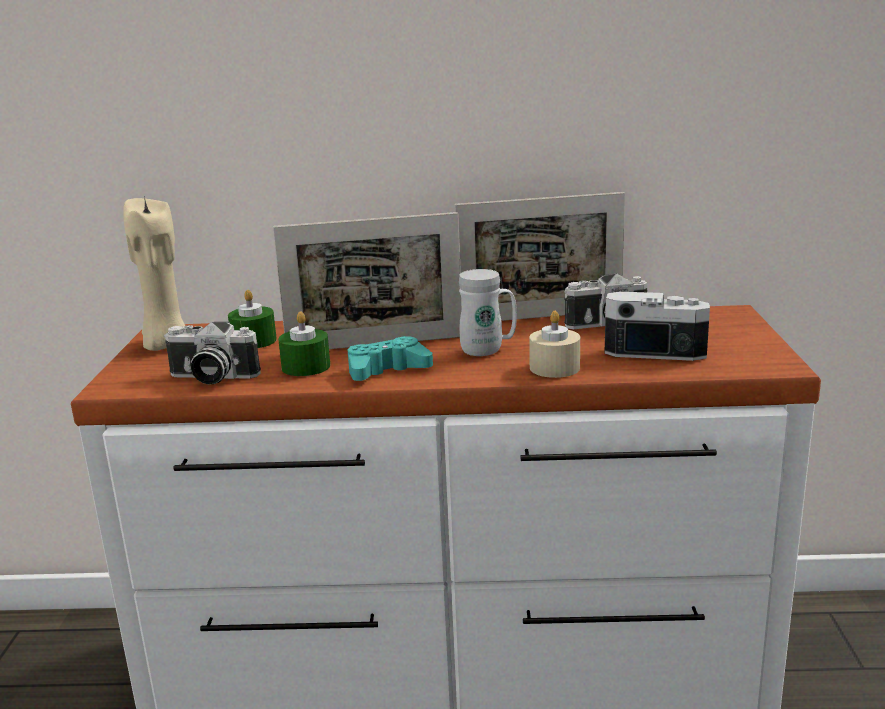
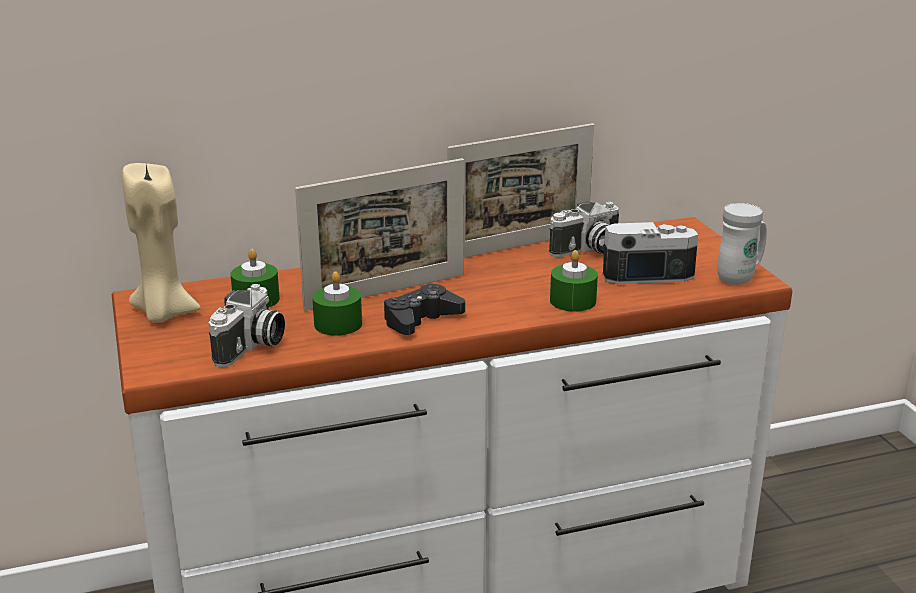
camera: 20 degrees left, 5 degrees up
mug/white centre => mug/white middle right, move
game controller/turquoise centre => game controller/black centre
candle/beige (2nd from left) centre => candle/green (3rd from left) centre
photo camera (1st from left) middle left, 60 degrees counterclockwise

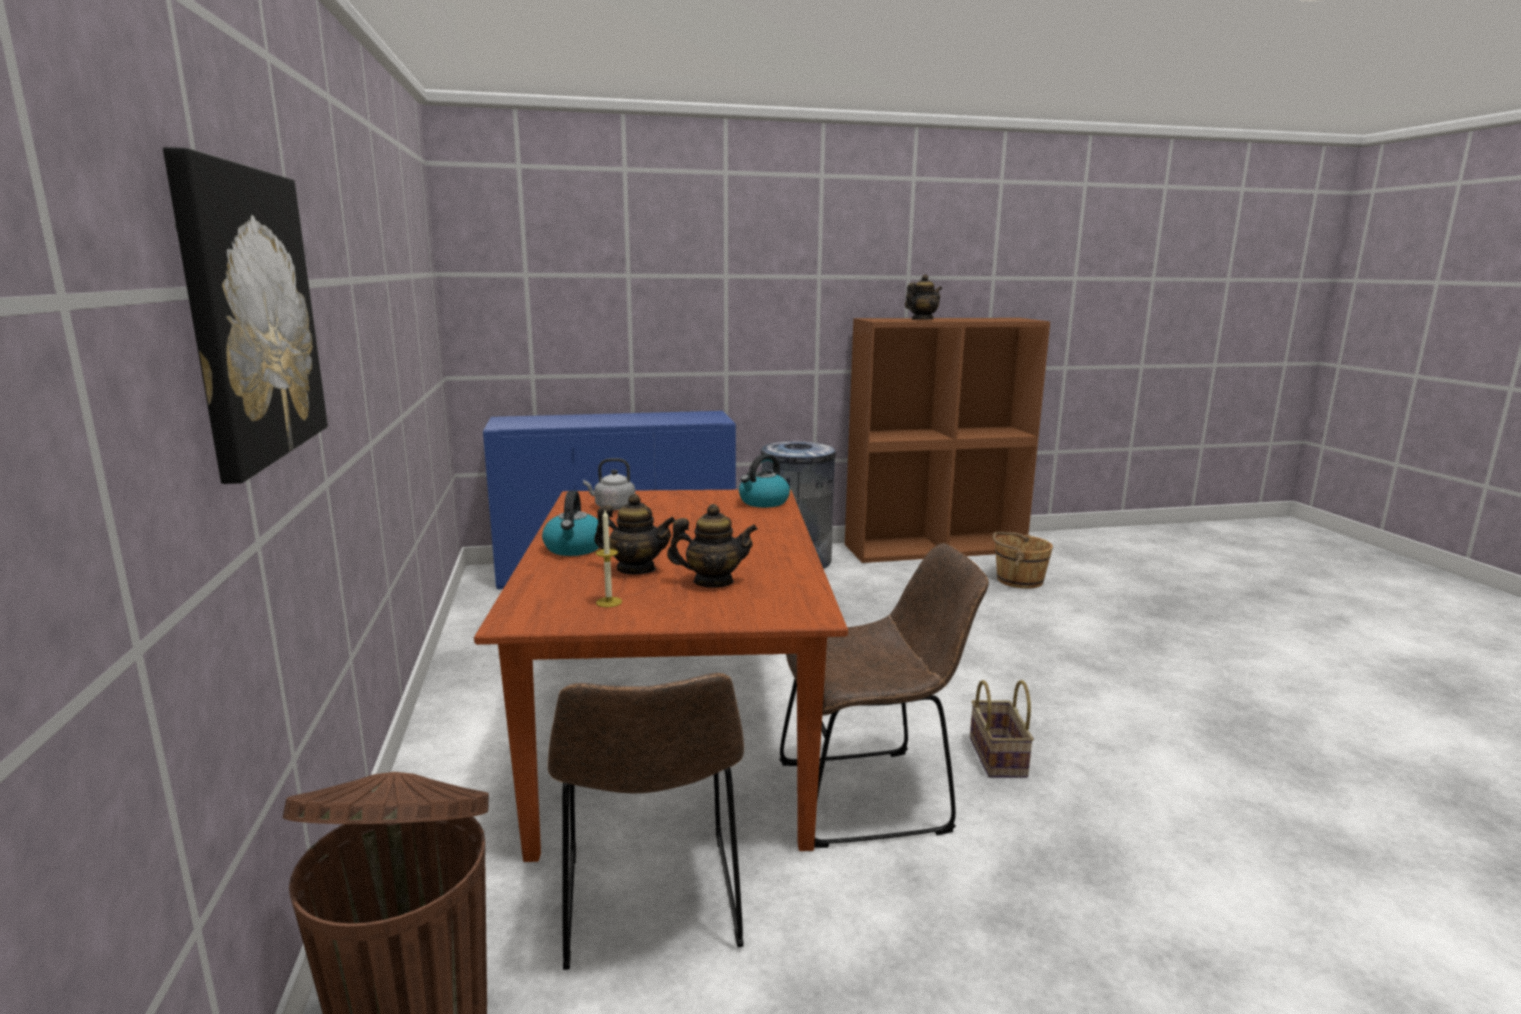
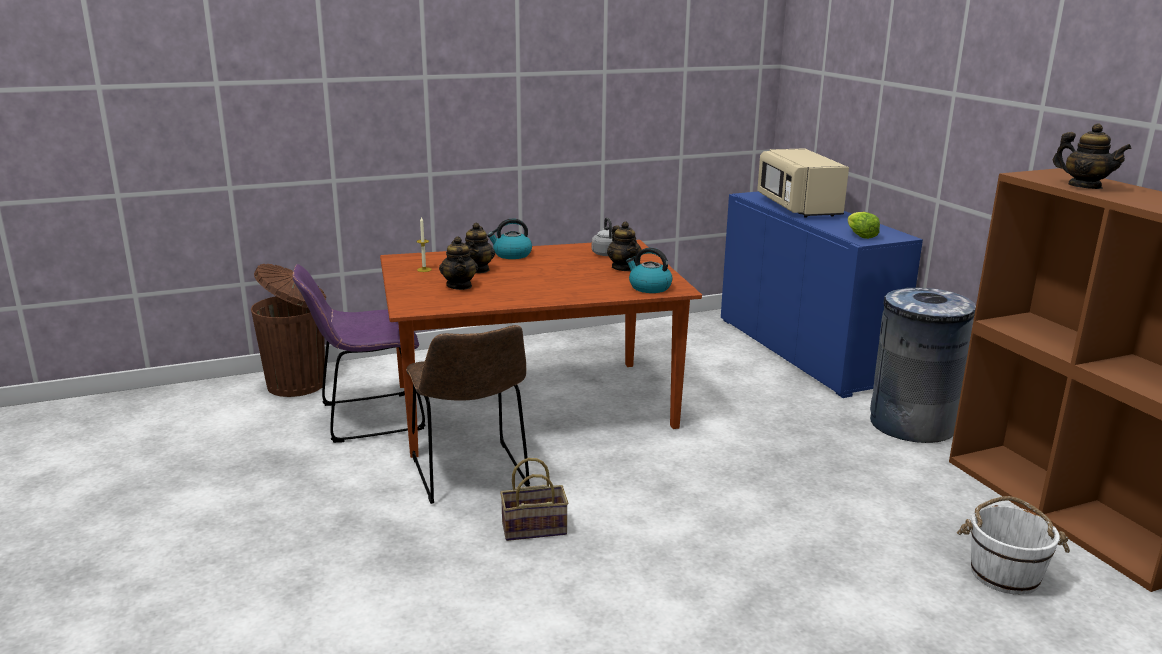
camera: 80 degrees right, 5 degrees up
picture top left => nothing
nothing => teapot (3rd from left) centre
nothing => microwave/beige top right
nothing => lettuce middle right
chair/brown (1st from left) bottom centre => chair/purple middle left
bucket/brown middle right => bucket/white bottom right

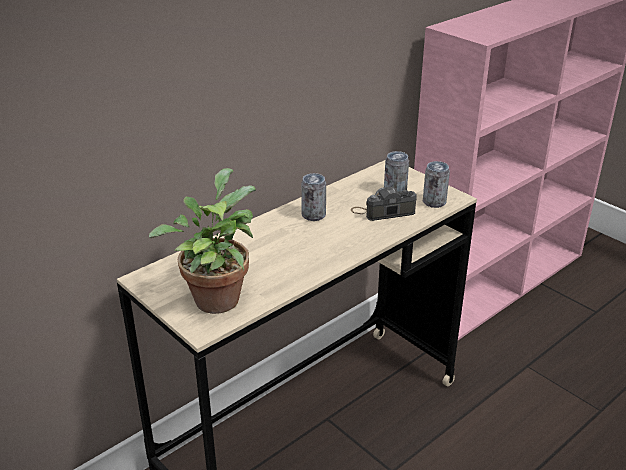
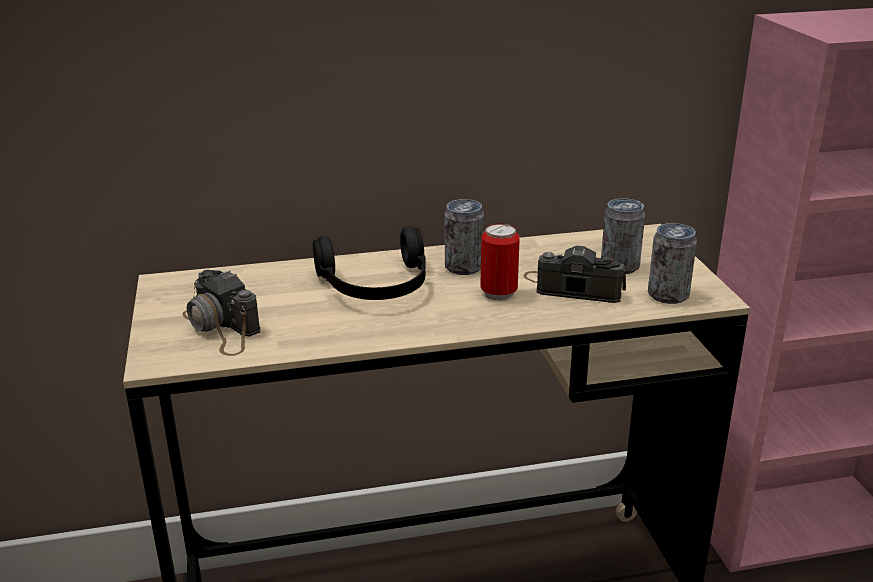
camera: 30 degrees right, 5 degrees down
nothing => headphones/black centre
nothing => can (2nd from left) centre
potted plant middle left => photo camera (1st from left) middle left

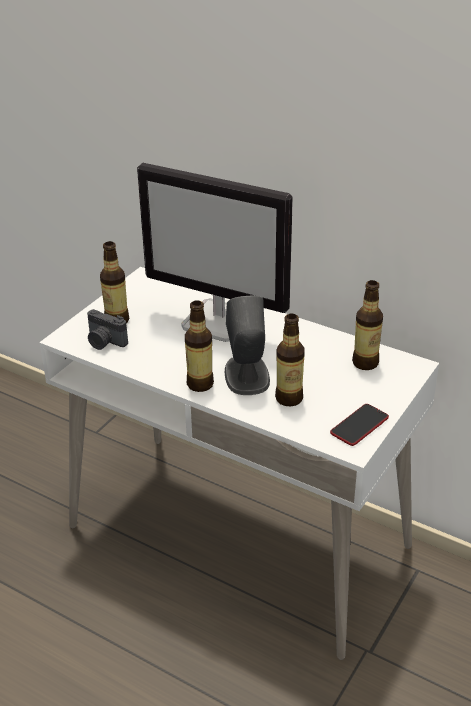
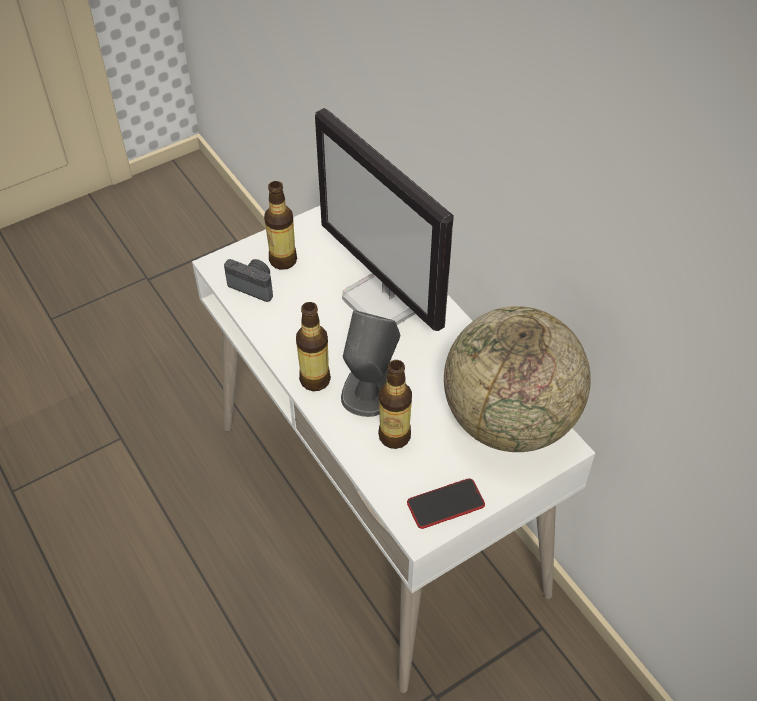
camera: 25 degrees right, 15 degrees up
bottle (4th from left) middle right => globe middle right
photo camera middle left, 150 degrees clockwise

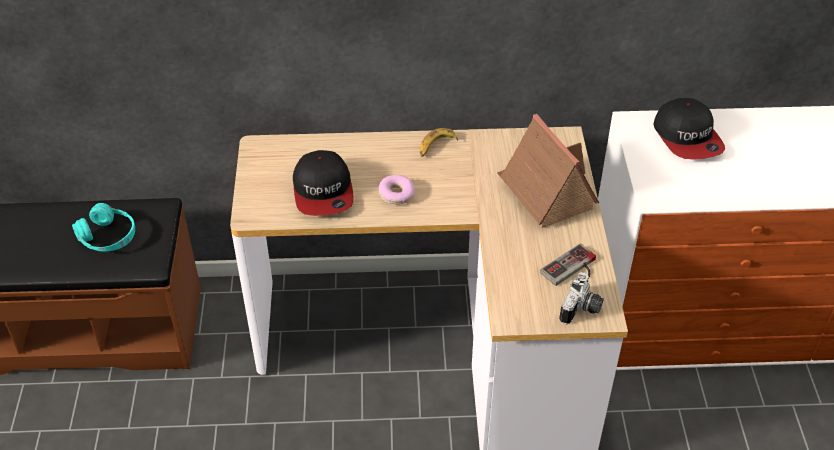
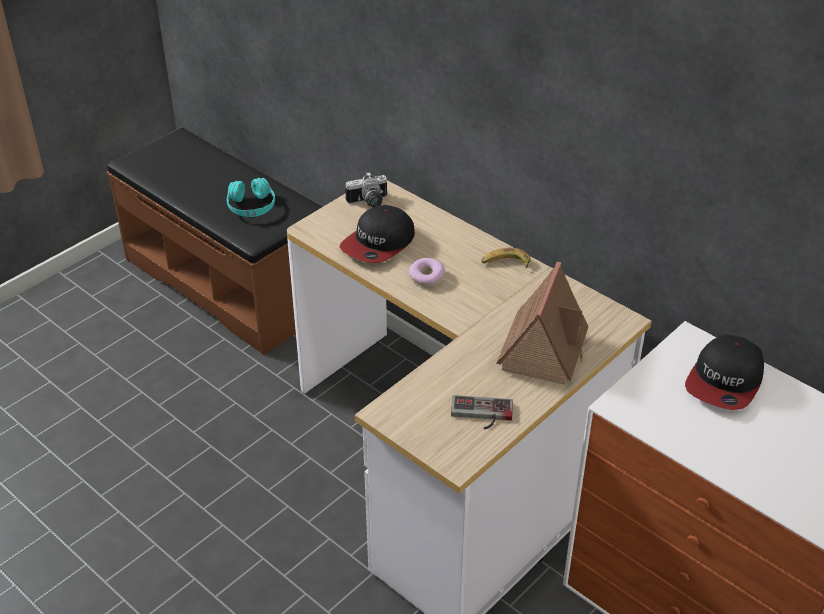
camera: 45 degrees right, 5 degrees down
photo camera middle right => photo camera top centre, move

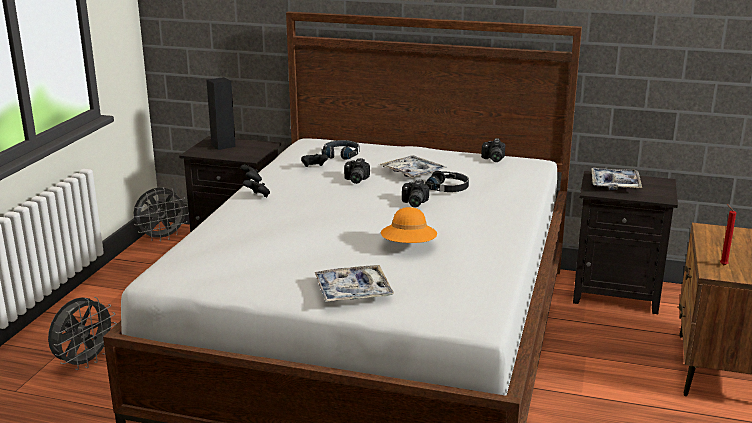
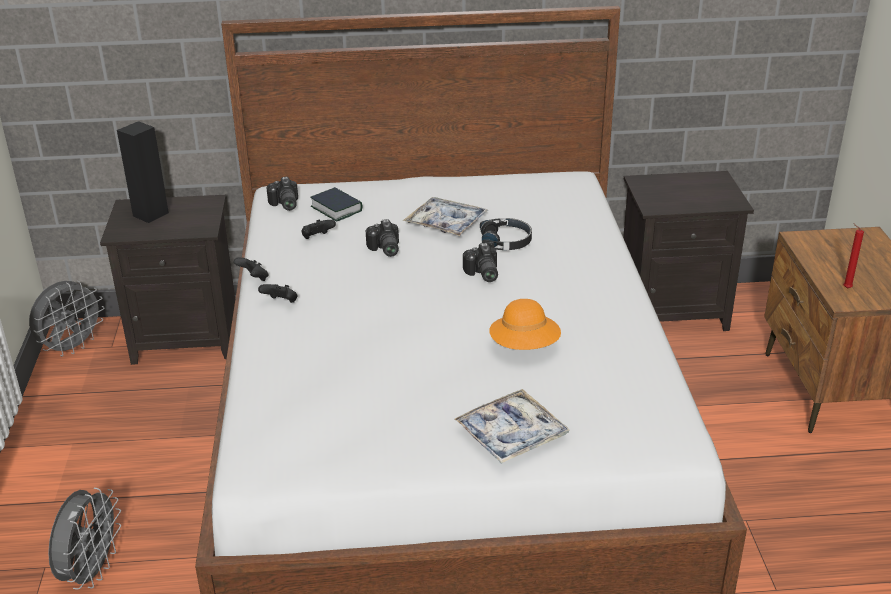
camera: 20 degrees left, 10 degrees up
tray (3rd from left) middle right => nothing
photo camera (3rd from left in the first image) centre => photo camera (1st from left) top left, move
headphones/black (1st from left) centre => book centre

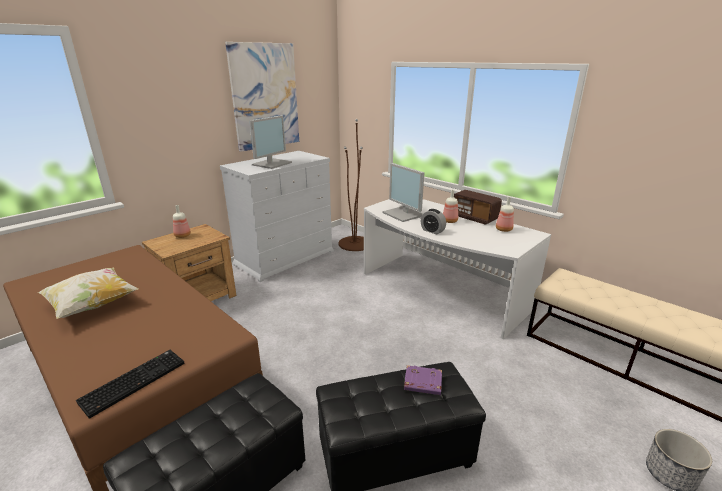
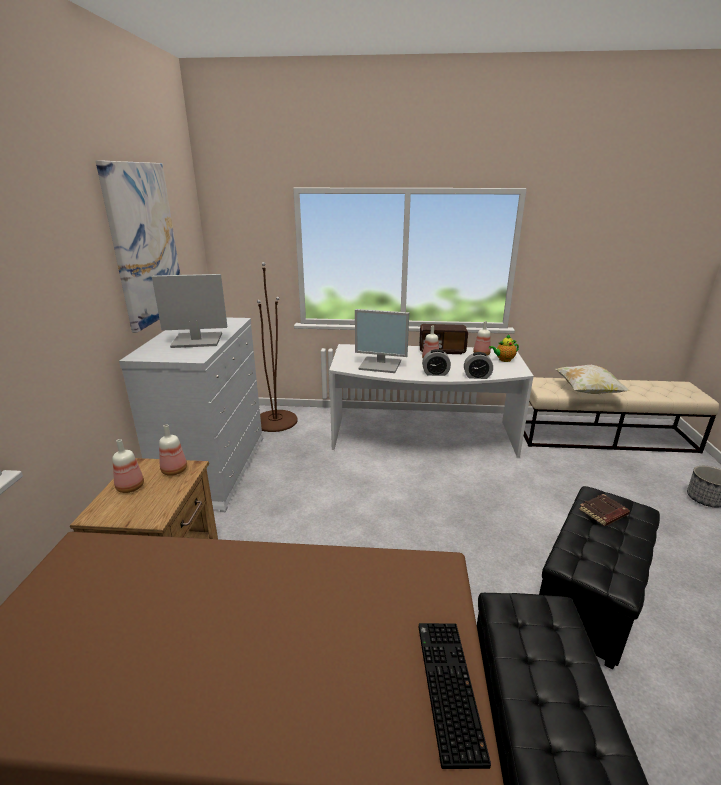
camera: 40 degrees left, 0 degrees up
nothing => bottle (2nd from left) middle left
nothing => alarm clock (2nd from left) centre
nothing => teapot middle right
pillow middle left => pillow middle right, move
book/purple bottom centre => book/brown middle right
monitor (1st from left) top centre => monitor (1st from left) middle left, 90 degrees counterclockwise

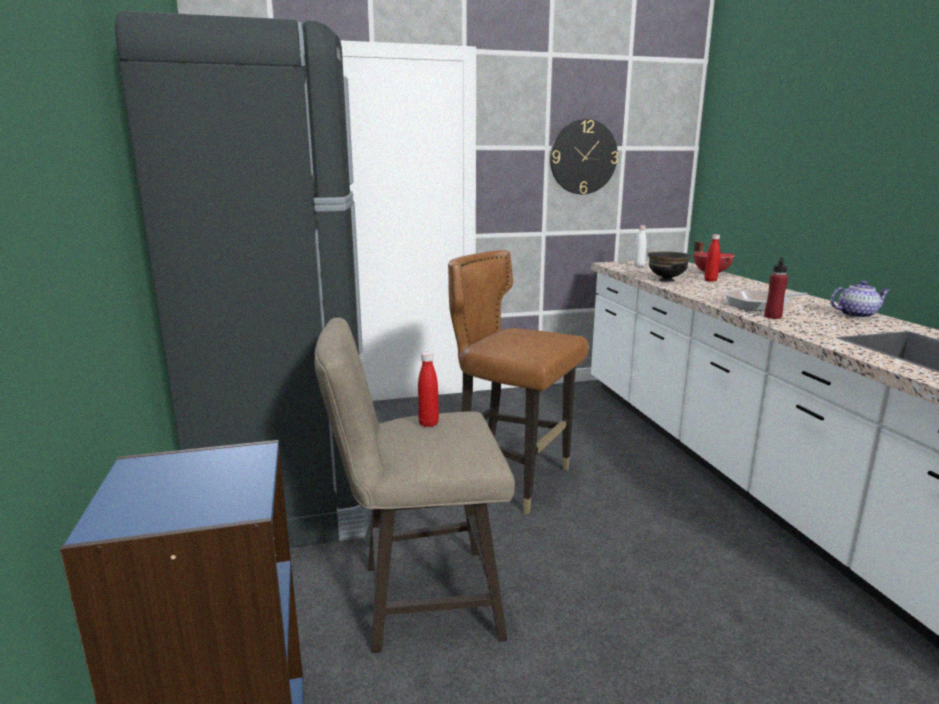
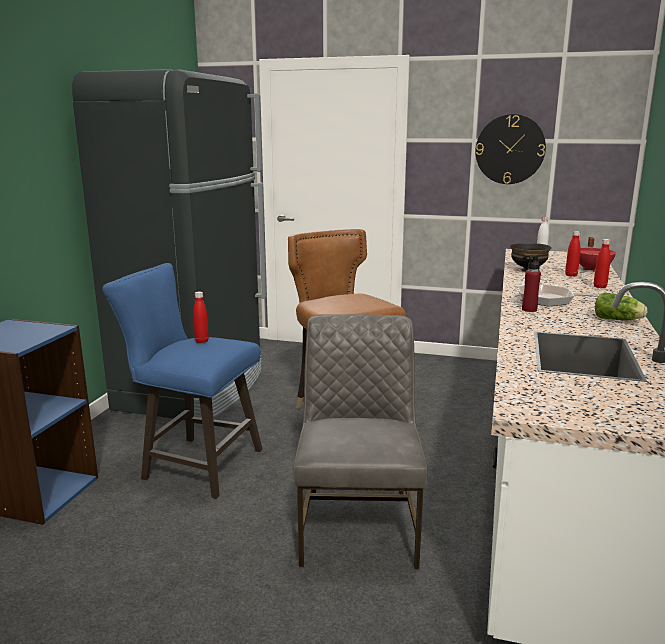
camera: 30 degrees right, 0 degrees up
nothing => chair/grey bottom centre
nothing => bottle/red (4th from left) middle right
teapot middle right => lettuce middle right
stool/beige bottom centre => stool/blue middle left

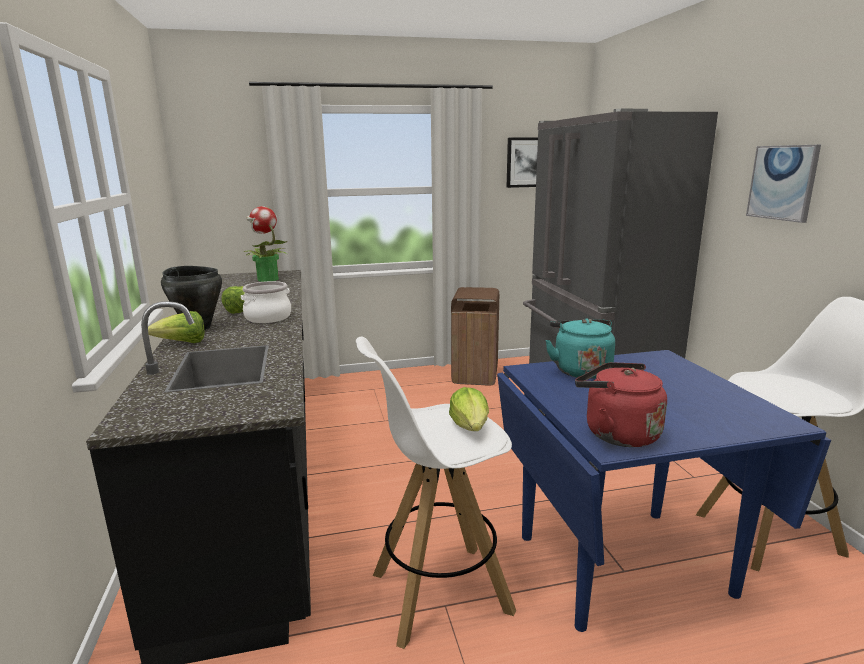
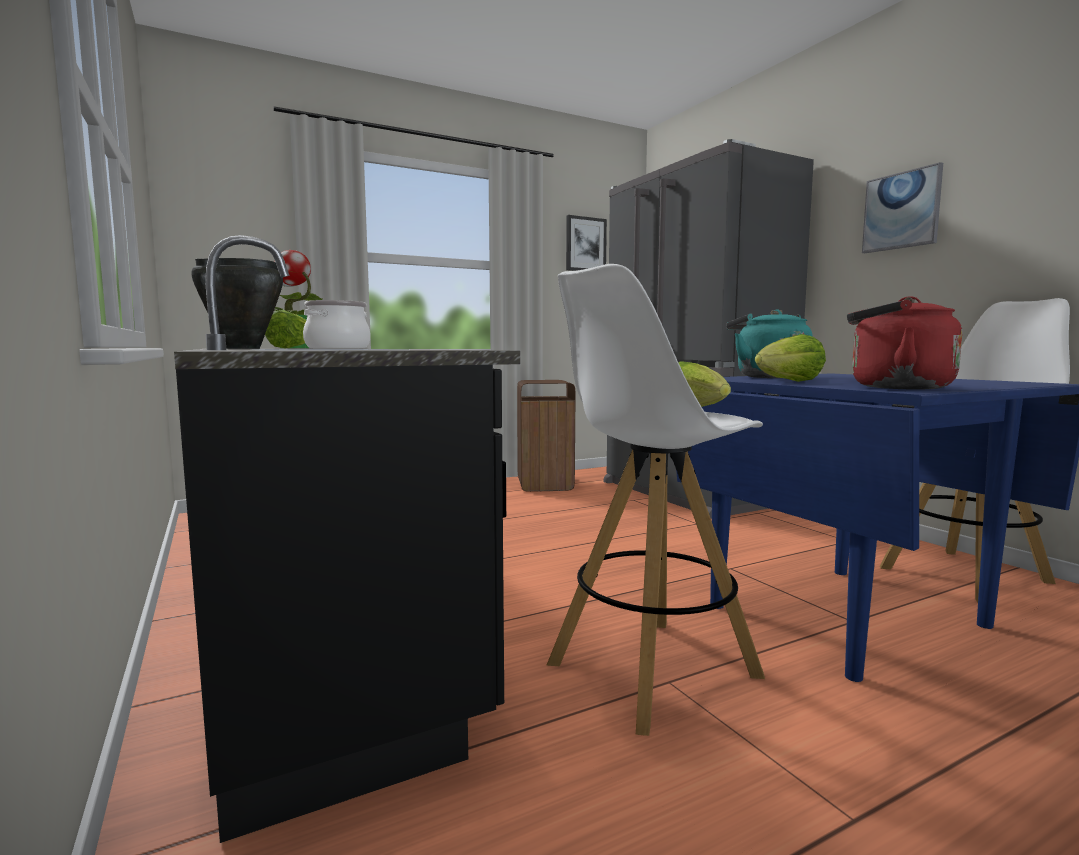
camera: 15 degrees left, 10 degrees down
lettuce (1st from left in the first image) middle left => lettuce (3rd from left) middle right, move

